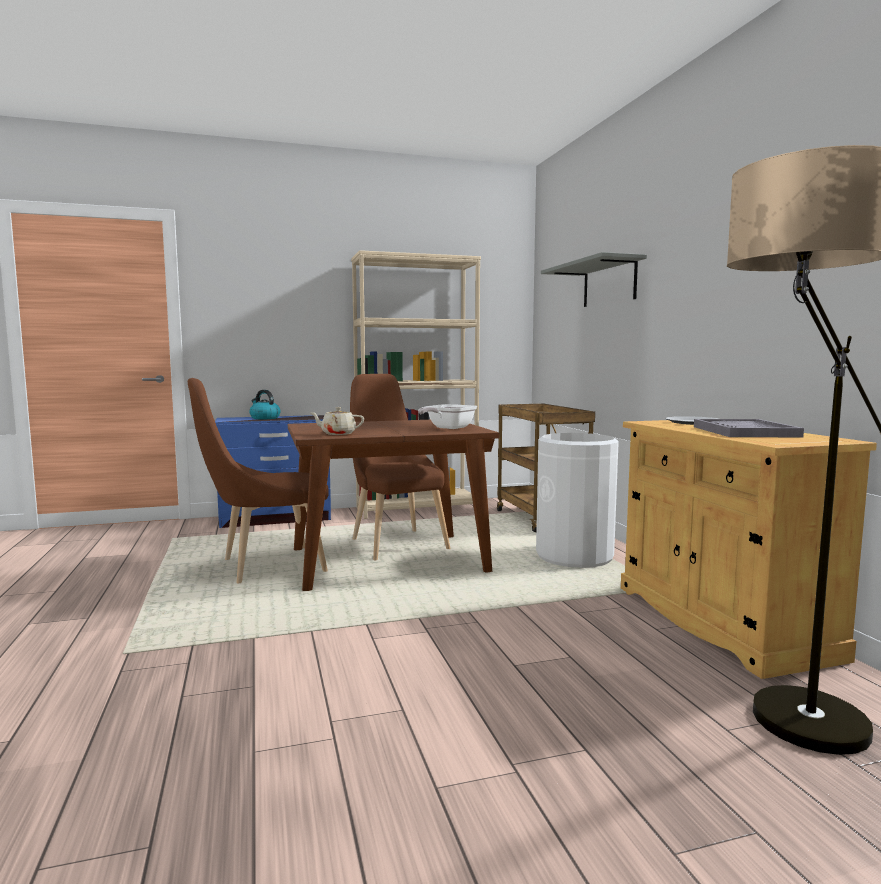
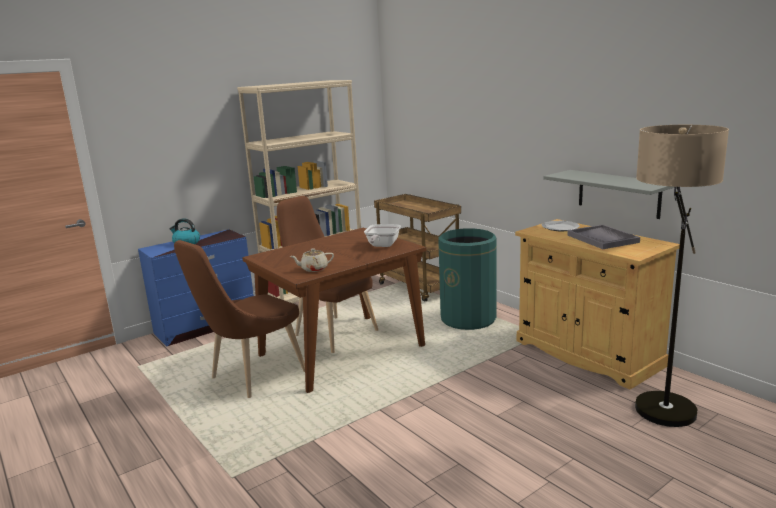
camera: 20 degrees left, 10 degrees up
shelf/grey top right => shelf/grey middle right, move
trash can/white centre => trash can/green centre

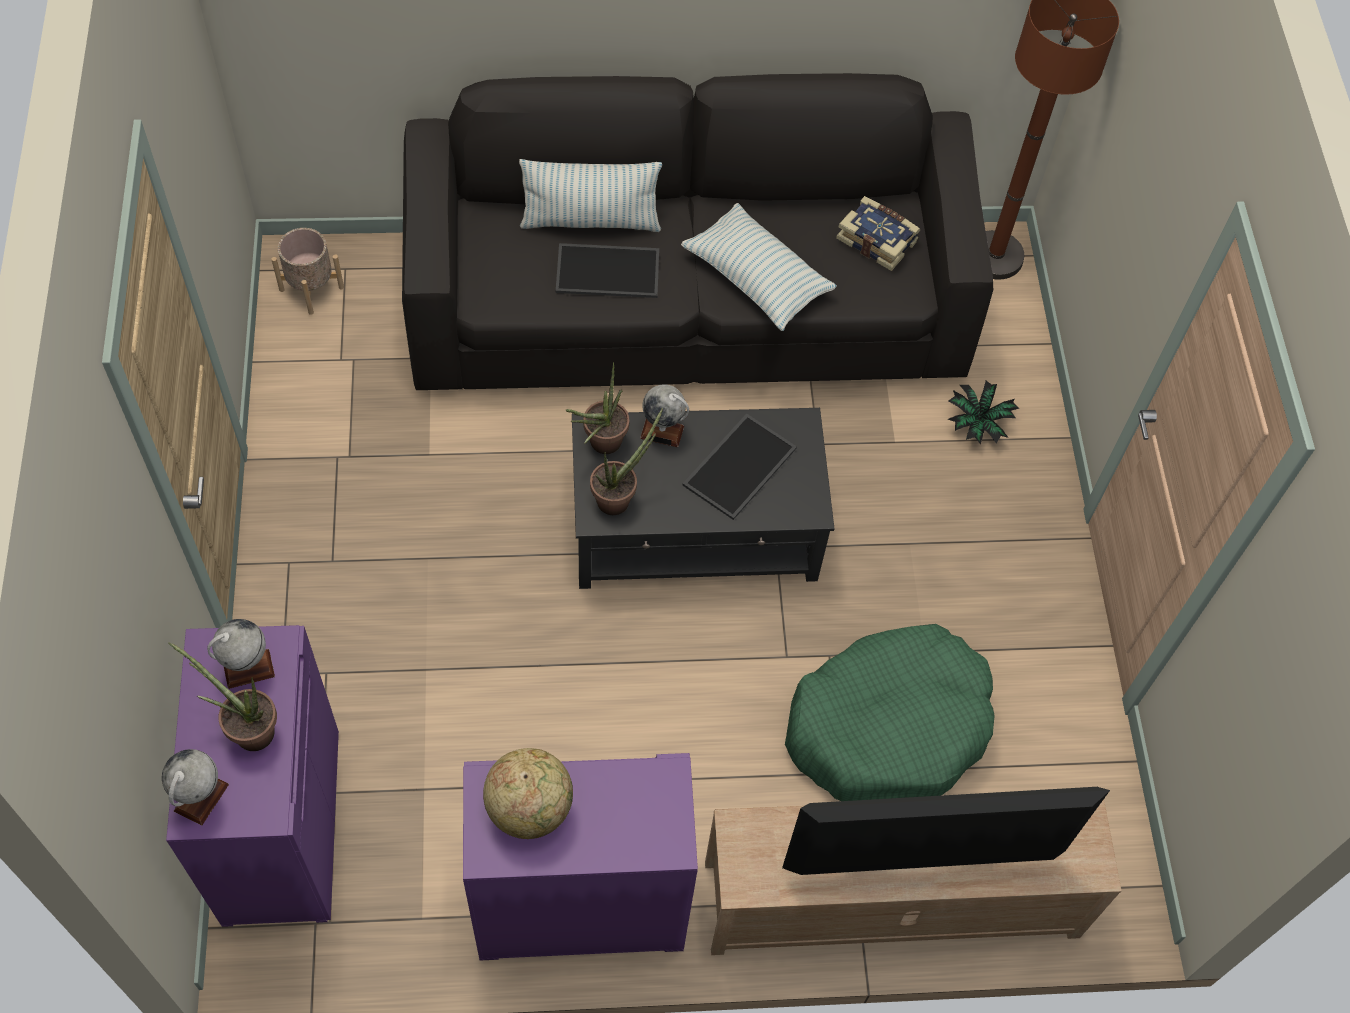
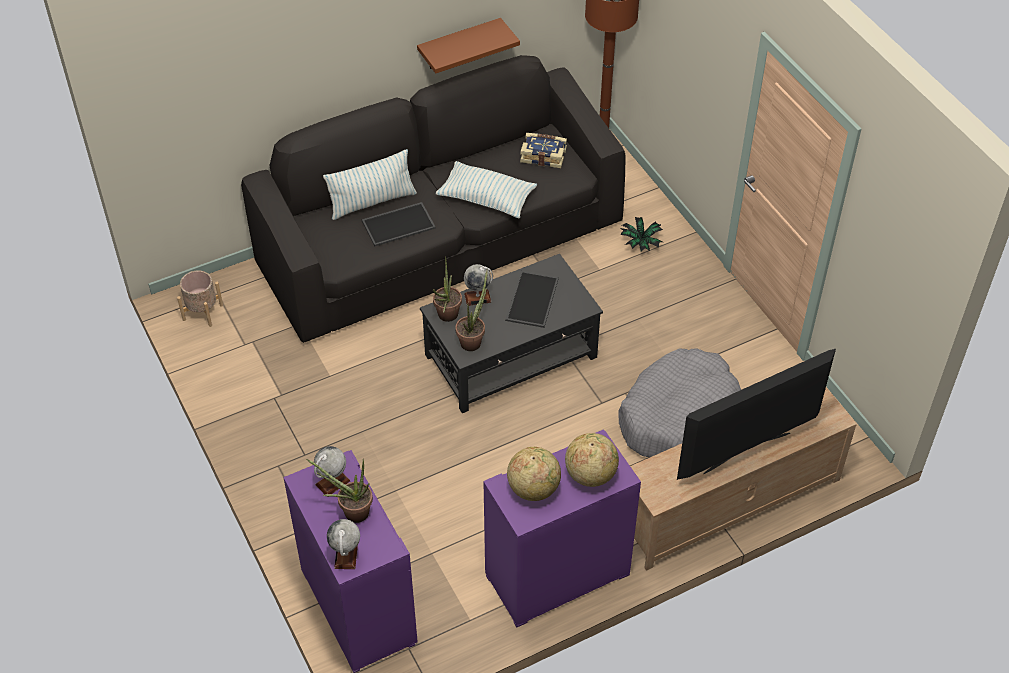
camera: 20 degrees left, 10 degrees down
nothing => shelf/brown top centre
nothing => globe (5th from left) bottom centre
dog bed/green bottom centre => dog bed/grey middle right

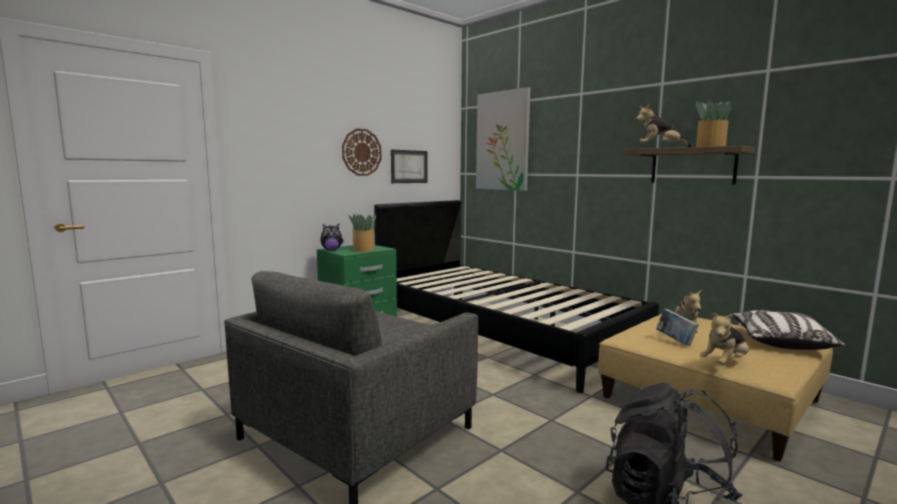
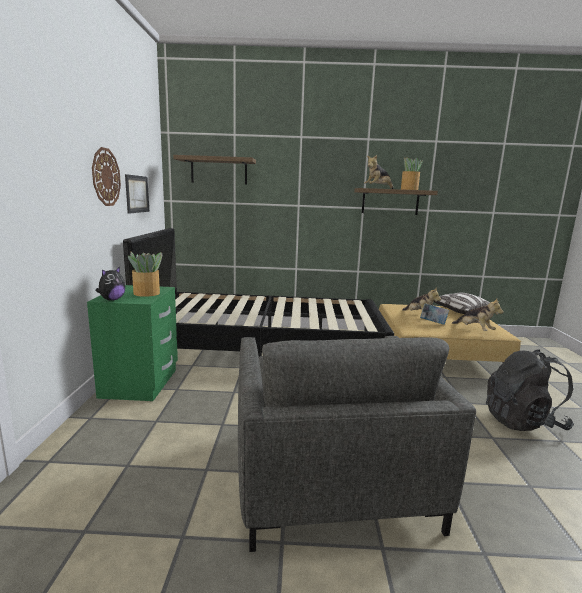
camera: 45 degrees left, 5 degrees up
picture (2nd from left) top centre => shelf (1st from left) top centre
plush toy (4th from left) bottom right => plush toy (4th from left) middle right, 45 degrees counterclockwise

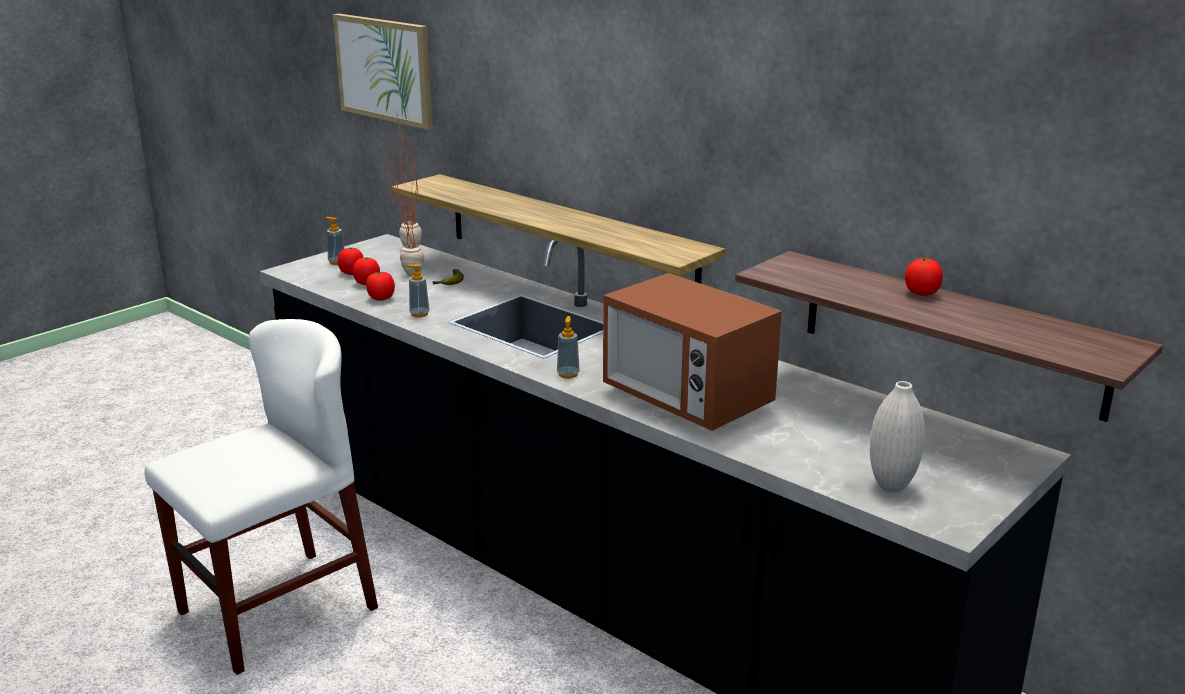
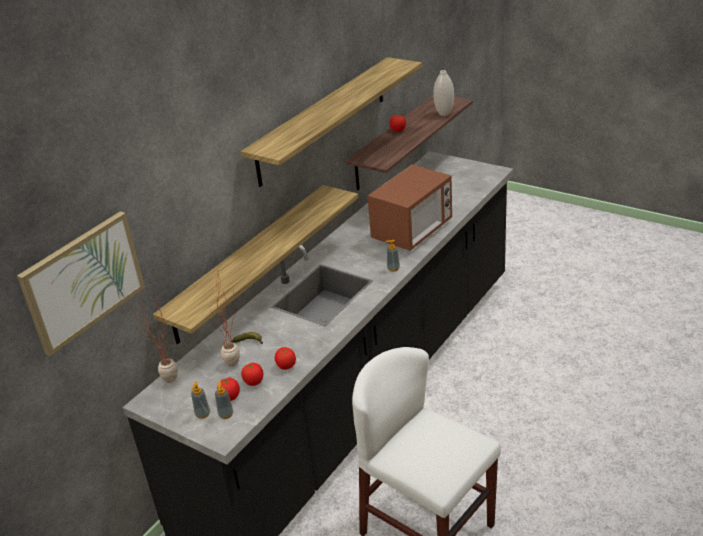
camera: 95 degrees left, 10 degrees up
nothing => shelf (2nd from left) top centre
soap dispenser (2nd from left) centre => soap dispenser (2nd from left) bottom left, move
vase/white middle right => vase/white top centre, move

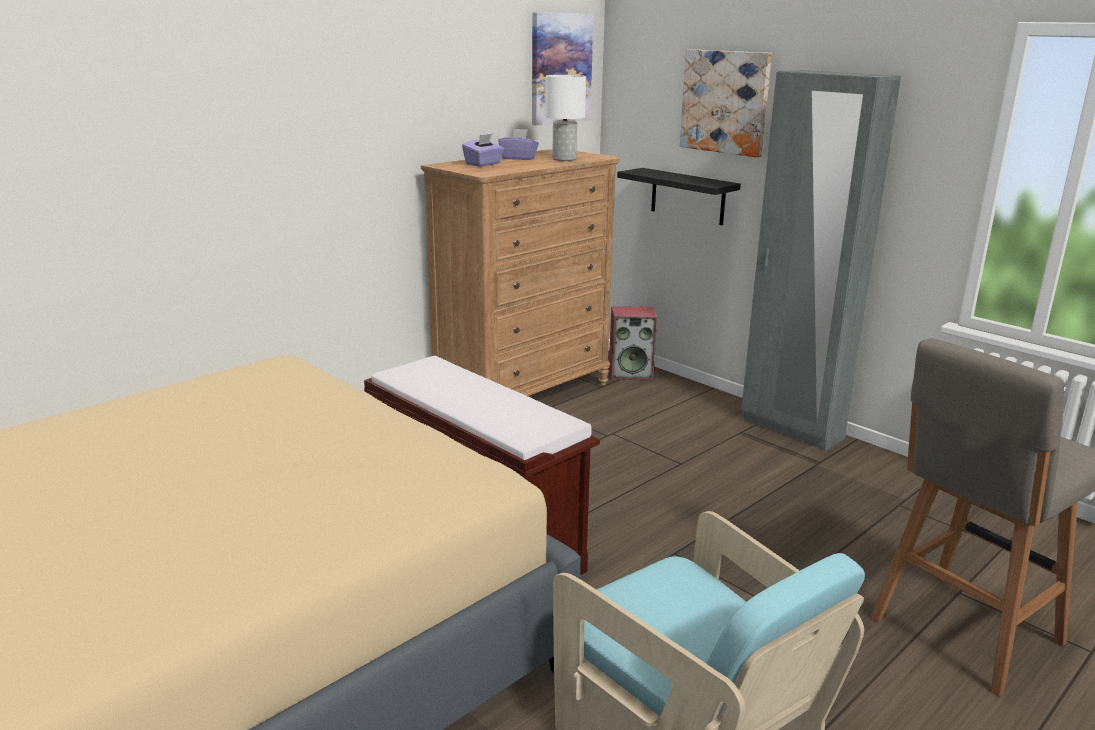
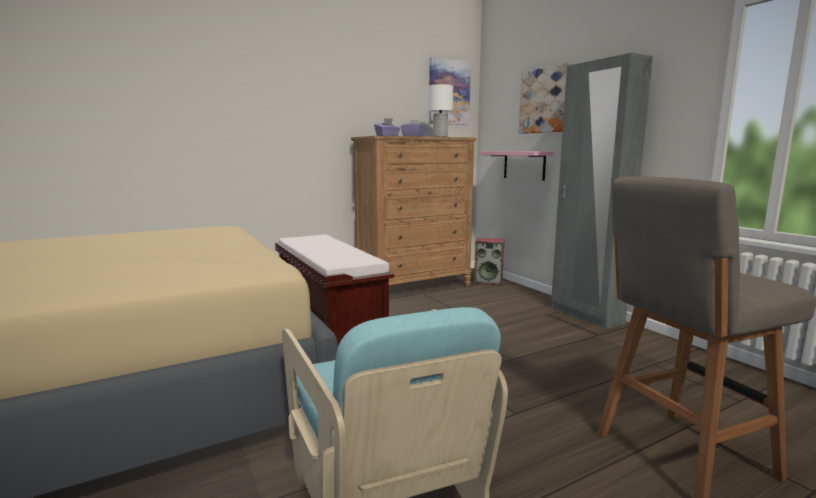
camera: 15 degrees right, 10 degrees down
shelf/black top centre => shelf/pink centre

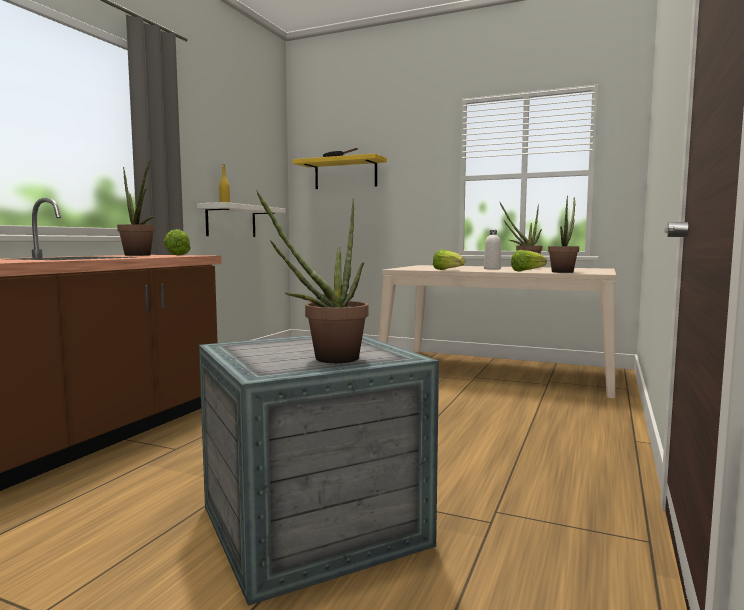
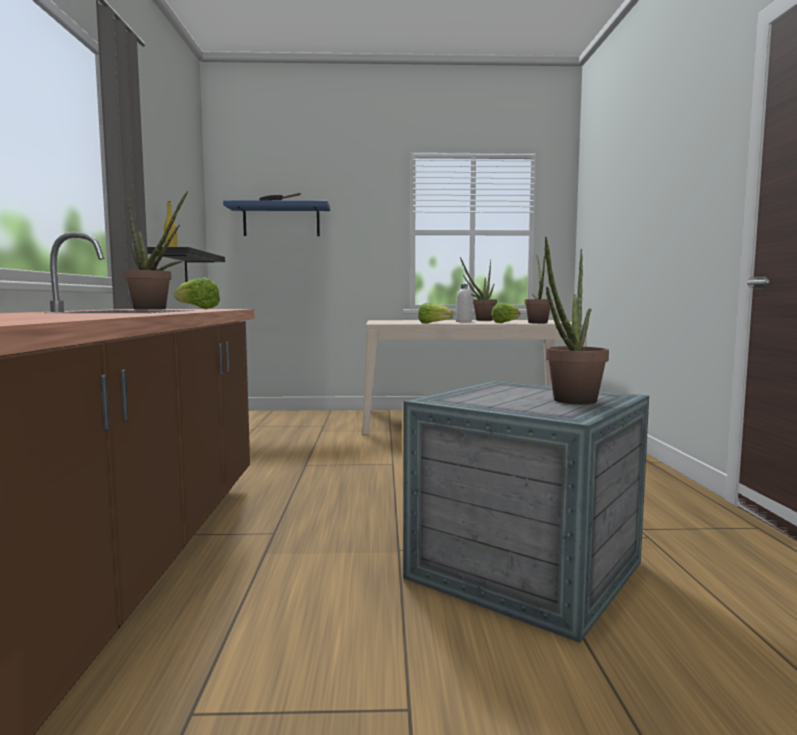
camera: 25 degrees left, 0 degrees up
shelf/white middle left => shelf/black middle left
shelf/yellow top centre => shelf/blue top centre

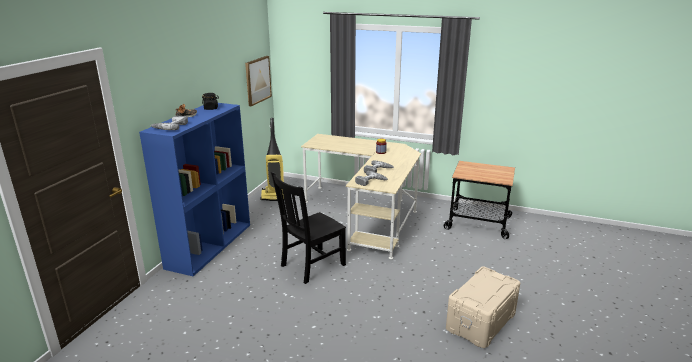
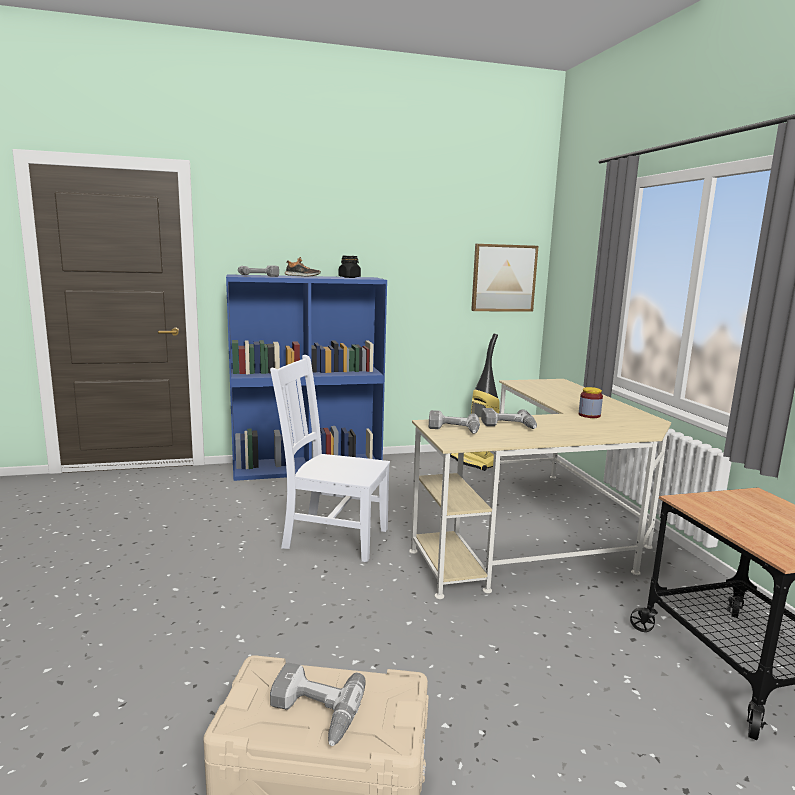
camera: 55 degrees right, 10 degrees down
nothing => power drill (2nd from left) bottom centre
chair/black centre => chair/white centre

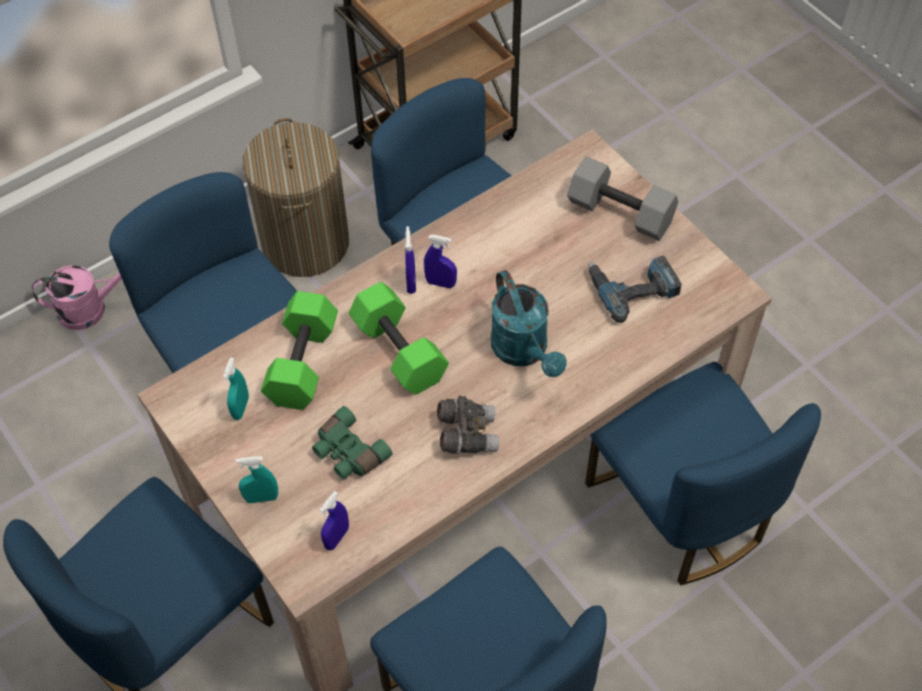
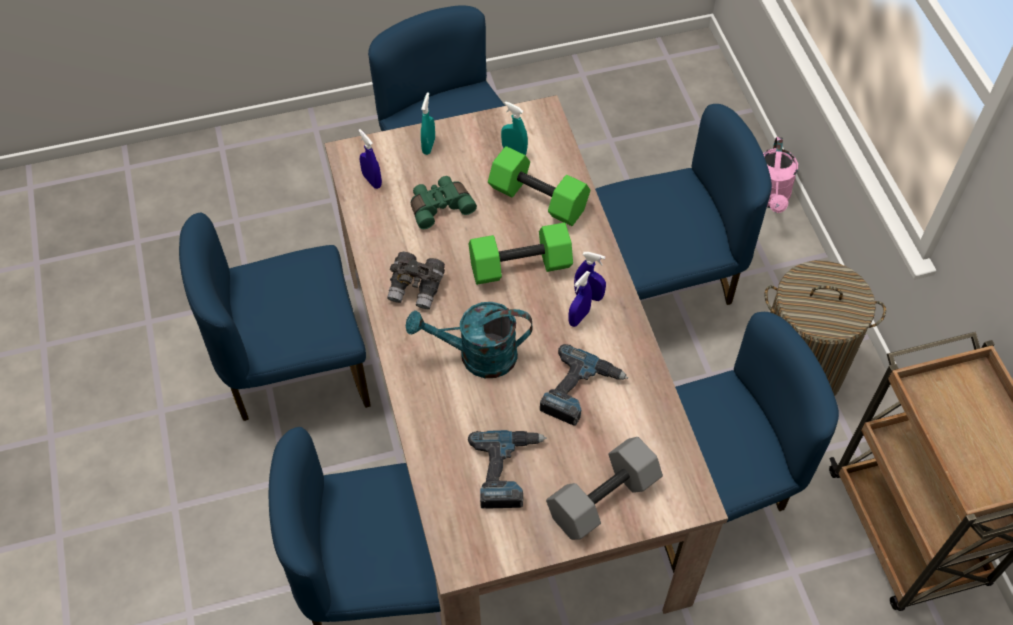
camera: 110 degrees right, 0 degrees up
nothing => power drill (2nd from left) centre

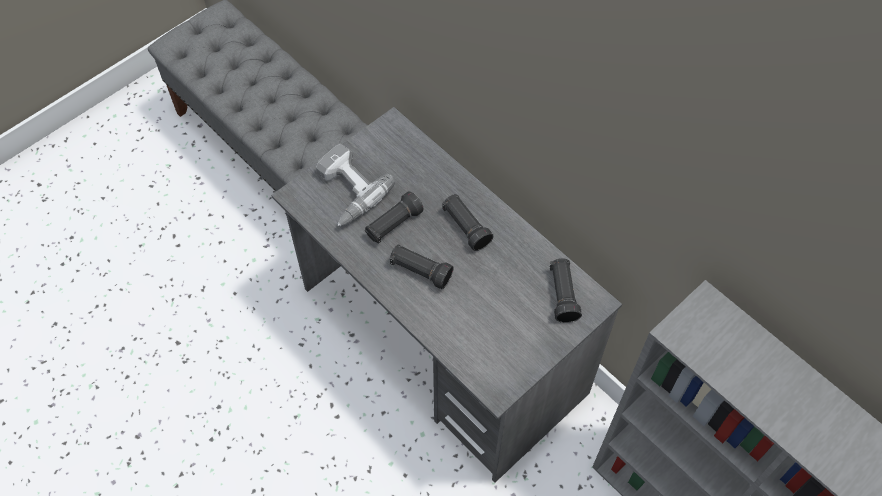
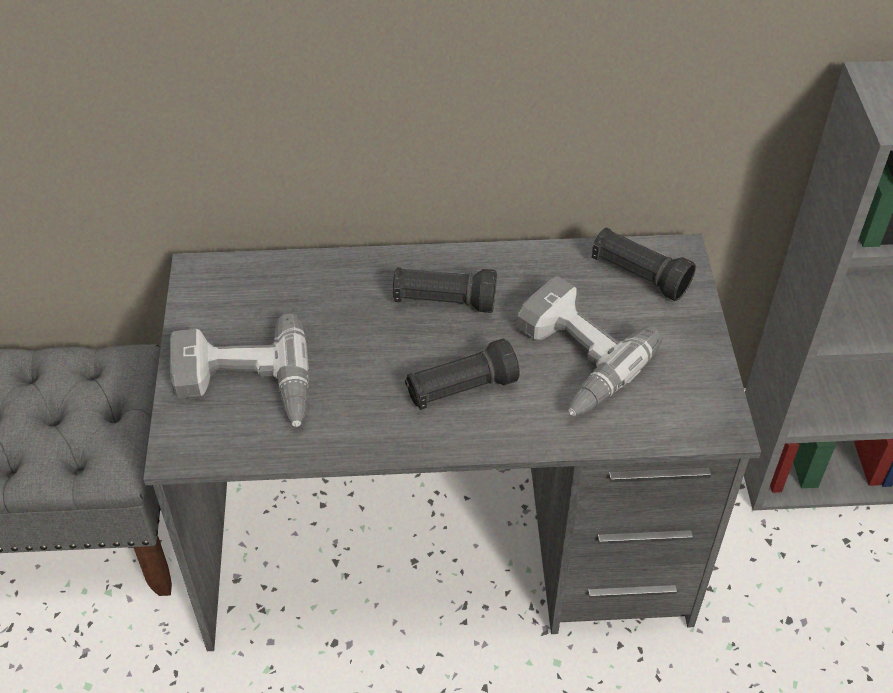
camera: 50 degrees left, 10 degrees down
flashlight/black (1st from left) centre => nothing
nothing => power drill (2nd from left) centre

